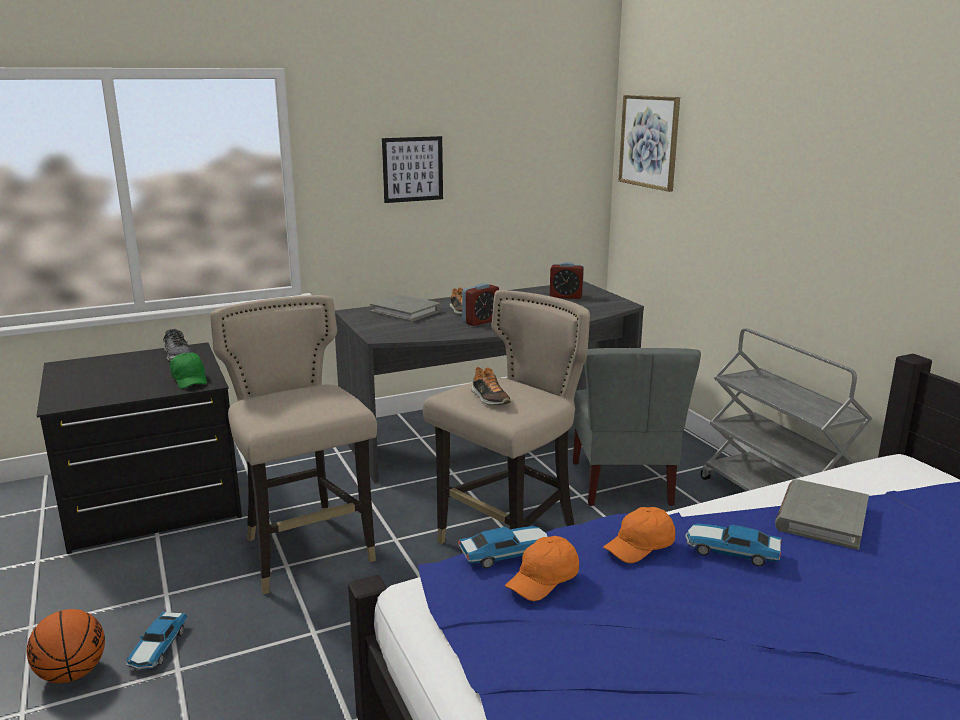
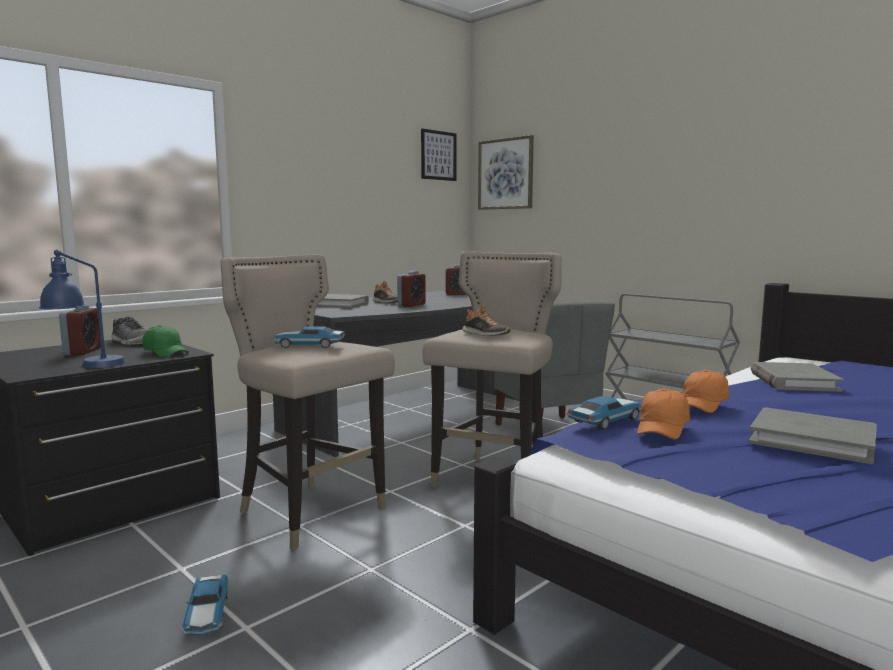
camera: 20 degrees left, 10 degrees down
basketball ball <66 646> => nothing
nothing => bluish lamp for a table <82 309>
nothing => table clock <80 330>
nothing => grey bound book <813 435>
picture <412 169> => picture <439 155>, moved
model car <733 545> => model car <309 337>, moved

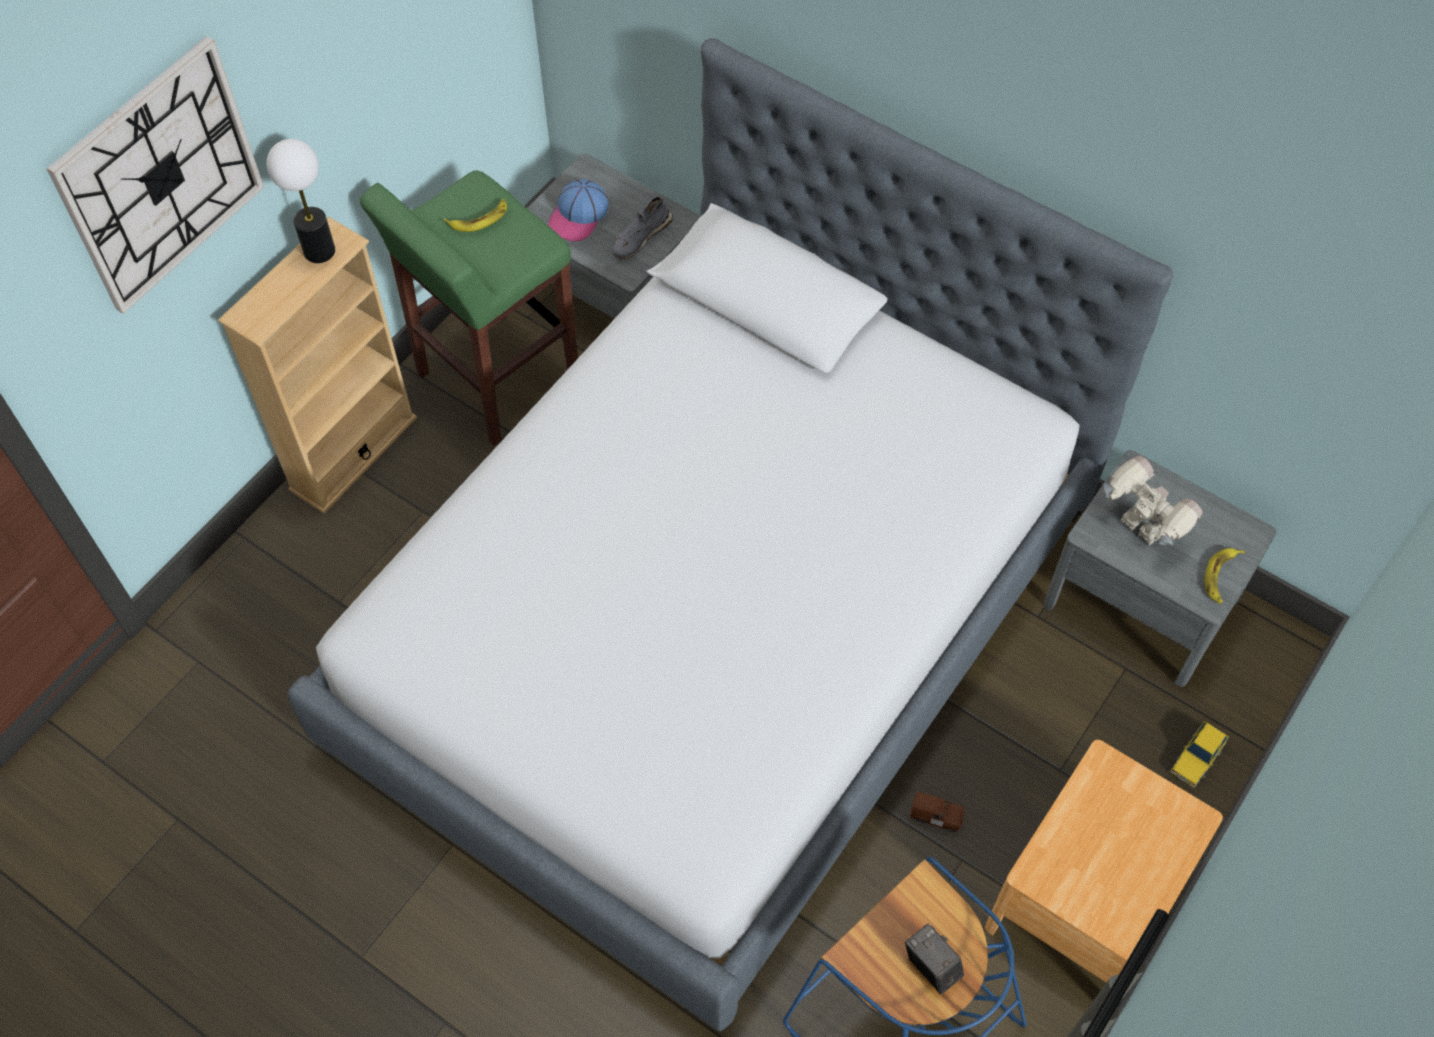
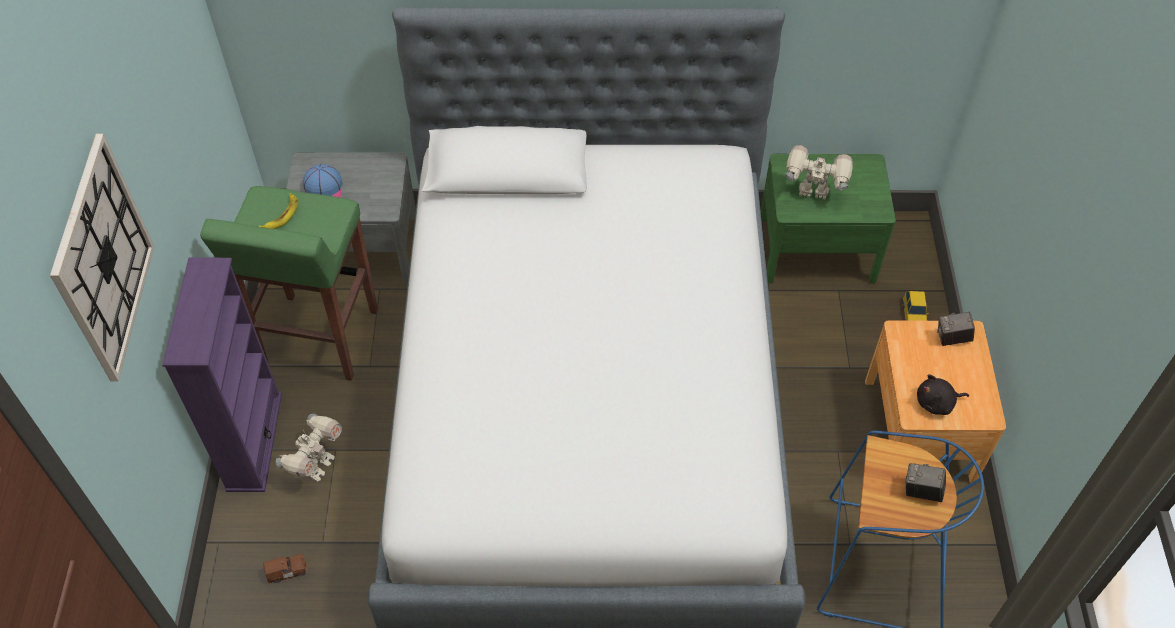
camera: 35 degrees left, 5 degrees down
lamp for a table <300 201> => nothing
grey low shoe <643 228> => nothing
banana fruit <1225 576> => nothing
nothing => toy robot <309 448>
nothing => black-coloured plush toy <943 394>
nothing => still camera <956 329>
brown-coloured model car <937 812> => brown-coloured model car <285 569>, moved
beige bookcase <317 365> => purplish bookcase <222 375>
grey nightstand <1160 568> => greenish nightstand <828 219>

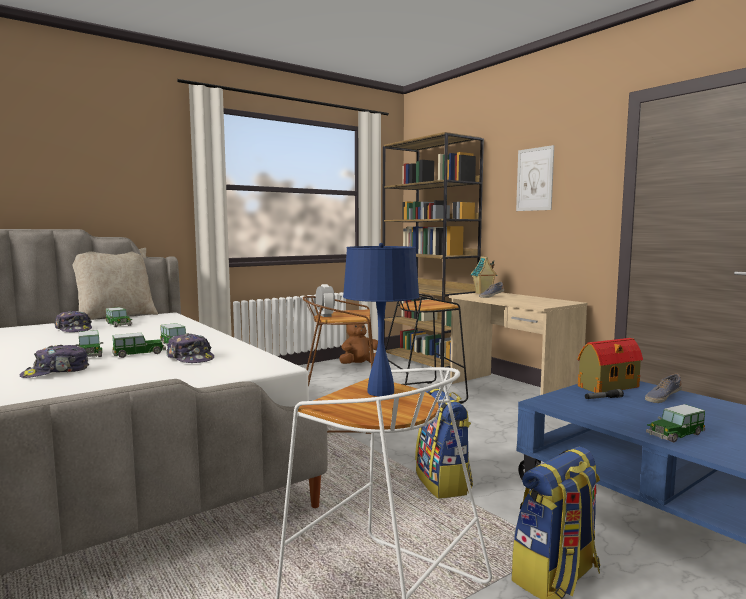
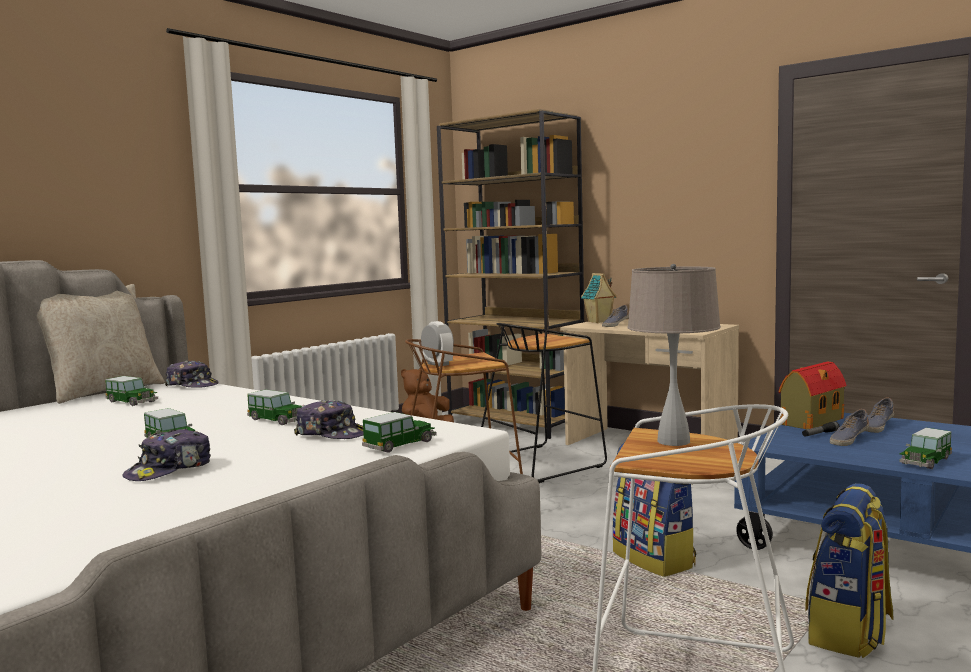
camera: 15 degrees left, 0 degrees up
picture <535 178> => nothing
nothing => low shoe <849 427>
baseball cap <73 321> => baseball cap <192 374>, moved
model car <139 345> => model car <399 432>, moved
bluish lamp for a table <381 319> => beige lamp for a table <674 355>

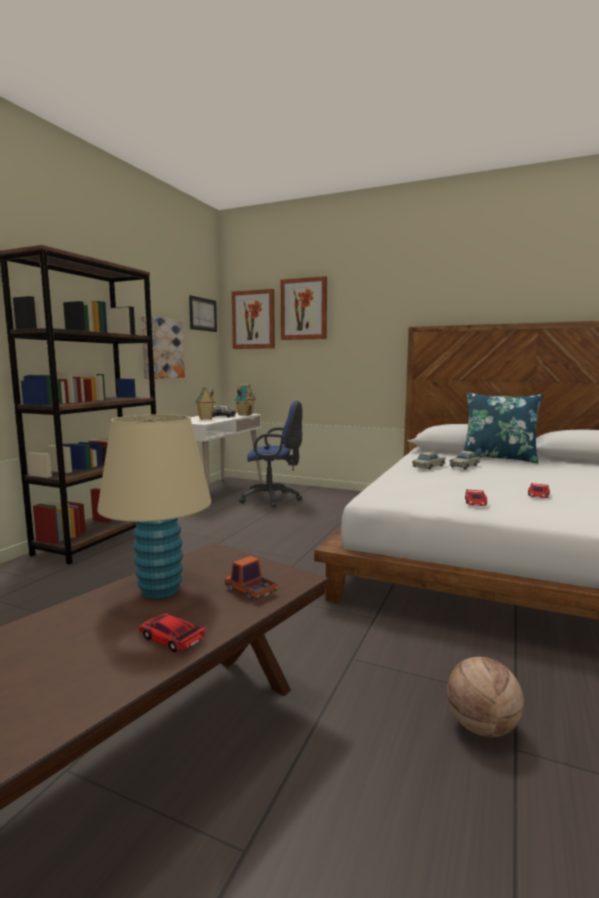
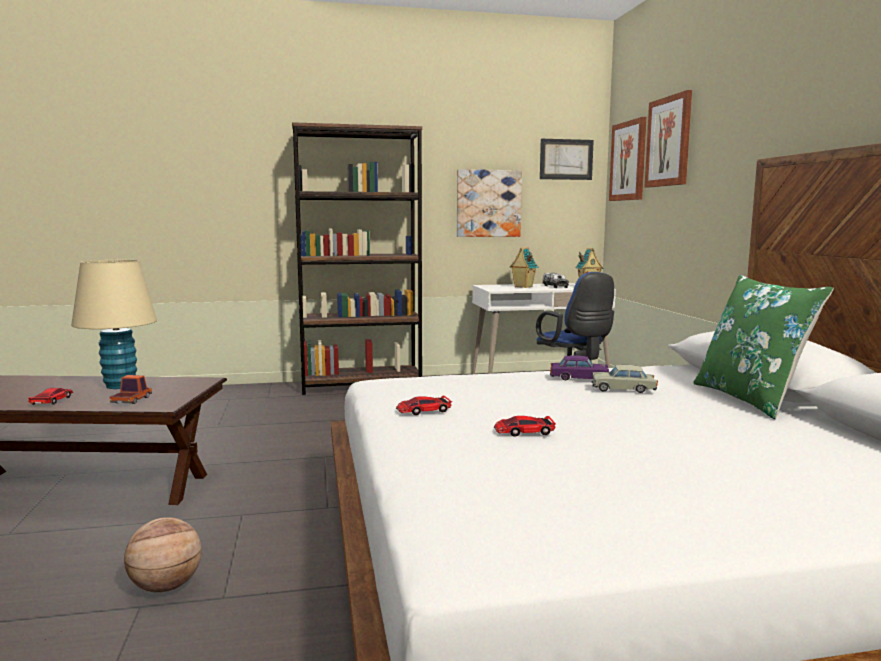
camera: 55 degrees right, 0 degrees up
beige model car <429 460> => purplish model car <579 367>
bluish throw pillow <503 428> => greenish throw pillow <763 347>

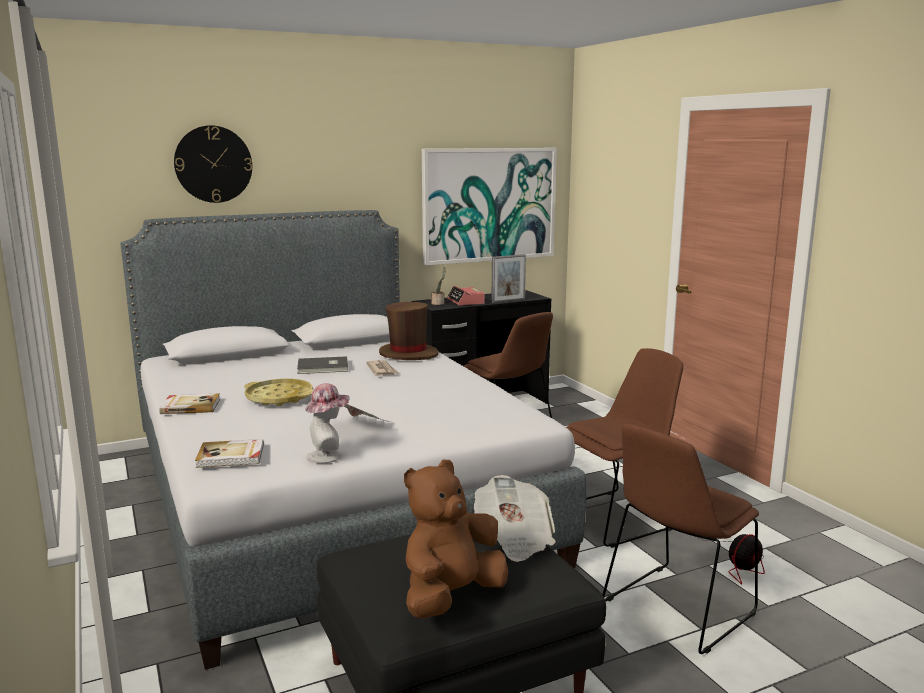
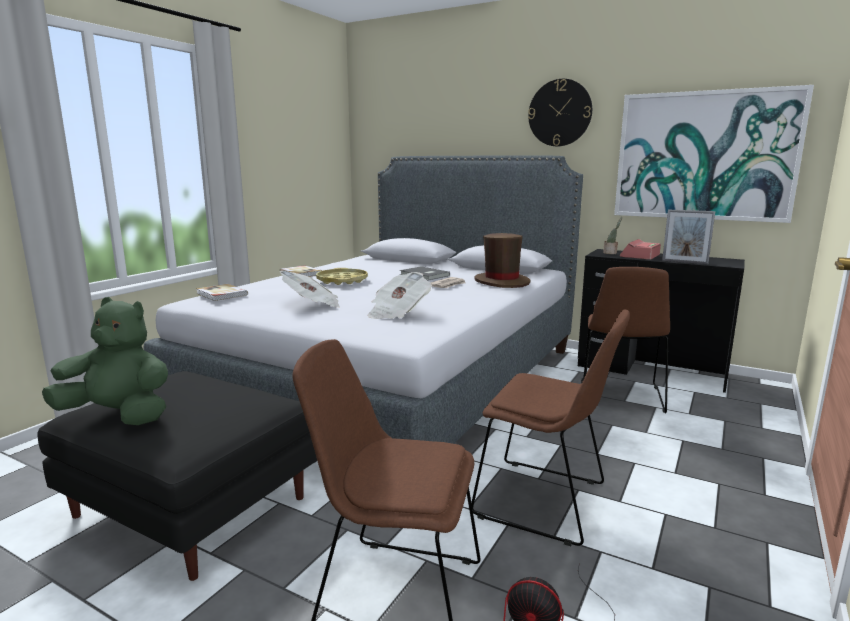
camera: 55 degrees right, 0 degrees up
clothing hat <327 423> => nothing
wall clock <213 164> => wall clock <560 112>, moved
newspaper <515 518> => newspaper <399 295>, moved
brown-coloured plush toy <456 539> => greenish plush toy <105 361>

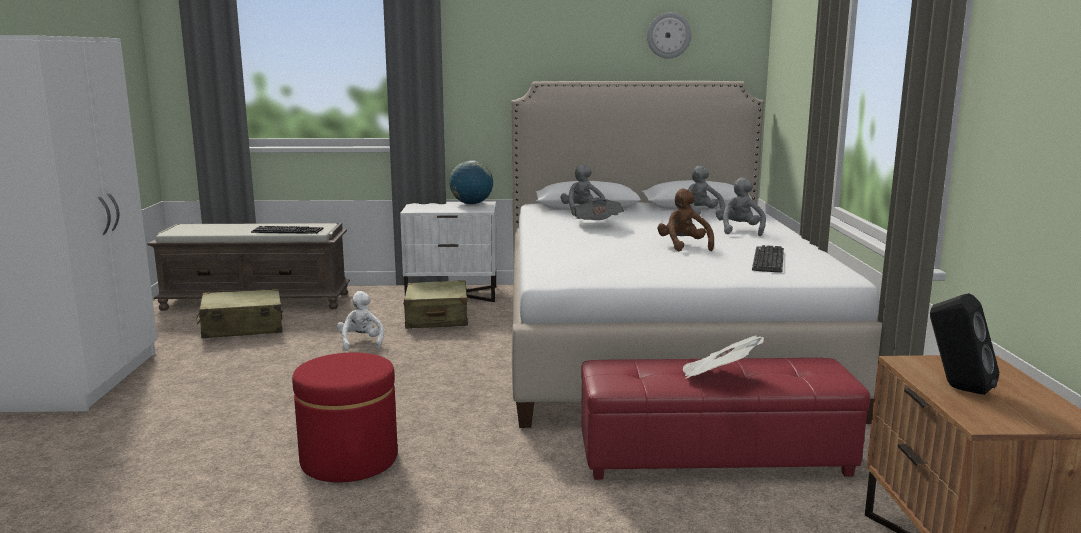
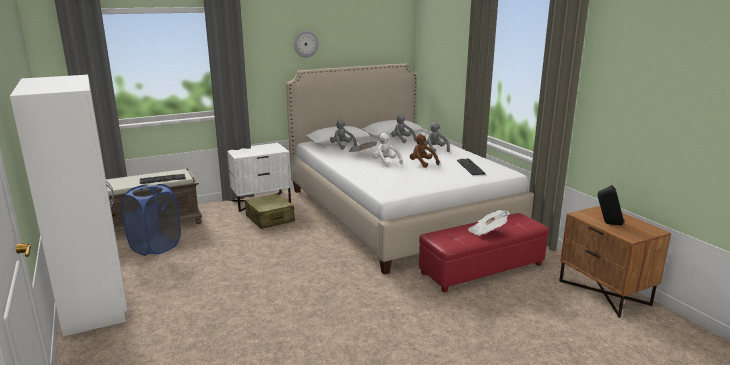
camera: 25 degrees left, 5 degrees up
reddish footrest <345 417> => nothing
world globe <471 182> => nothing
white-coloured plush toy <360 321> => white-coloured plush toy <388 150>, moved
wall clock <669 35> => wall clock <306 44>, moved
beige travel case <239 313> => bluish hamper <151 220>

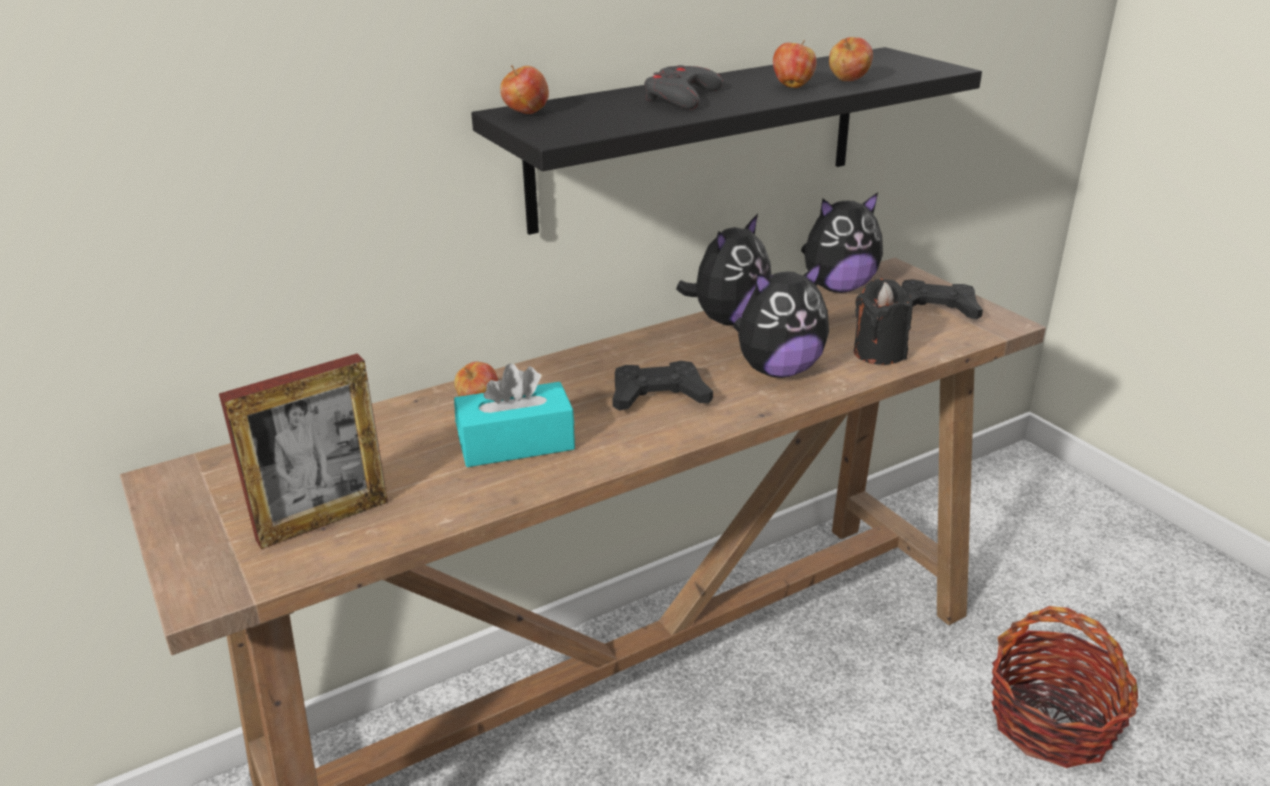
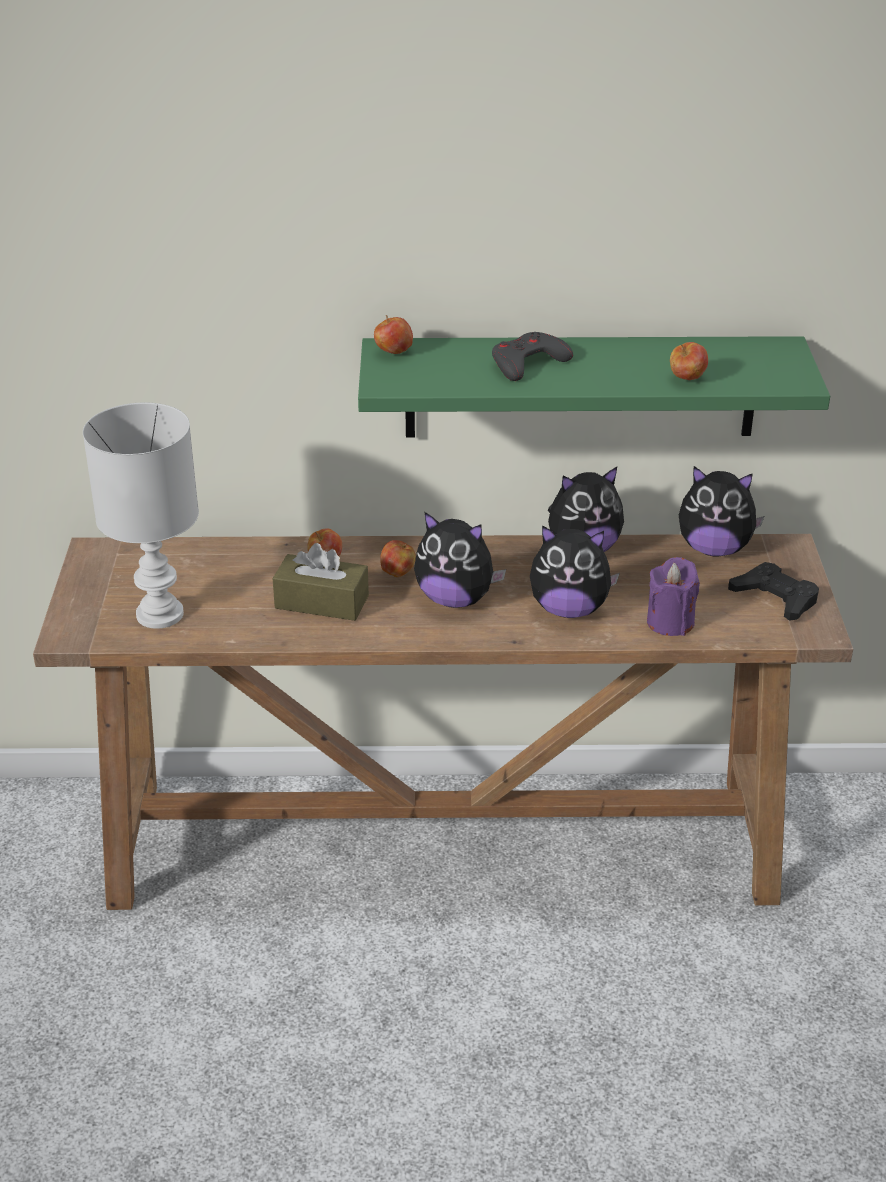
camera: 30 degrees right, 5 degrees up
storage basket <1064 687> => nothing
apple <795 64> => apple <398 558>, moved
photo frame <303 451> => white-coloured lamp for a table <141 516>
black-coloured joypad <662 386> => plush toy <460 560>
turquoise-coloured tissue box <514 415> => brown-coloured tissue box <321 582>
black-coloured wall shelf <726 141> => greenish wall shelf <594 387>
black-coloured wax light <883 322> => purplish wax light <673 596>

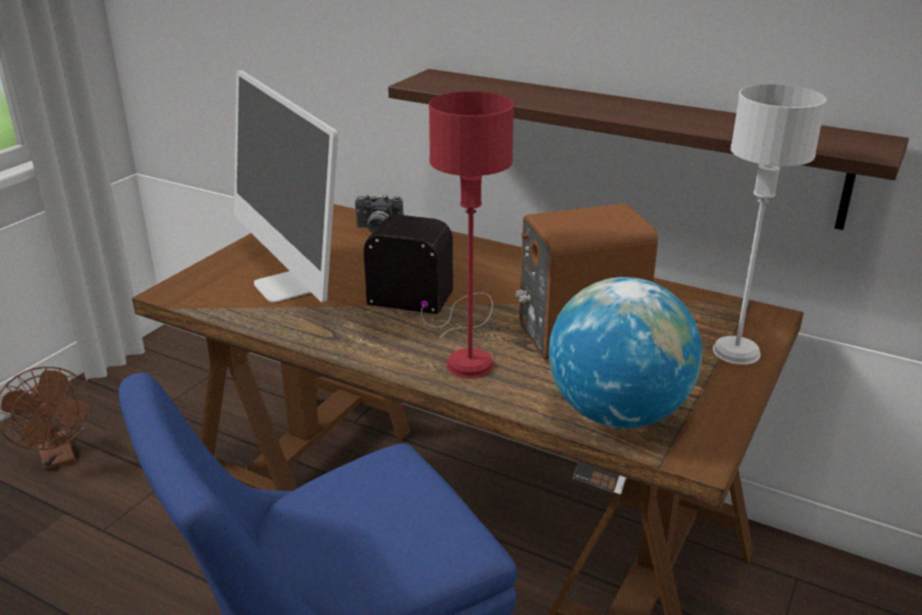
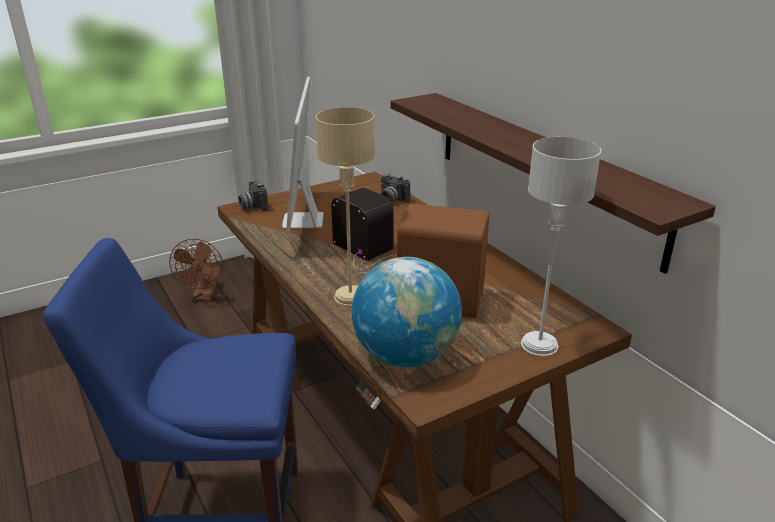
camera: 30 degrees right, 0 degrees up
nothing => still camera <253 196>
reddish lamp for a table <471 235> => beige lamp for a table <345 207>

